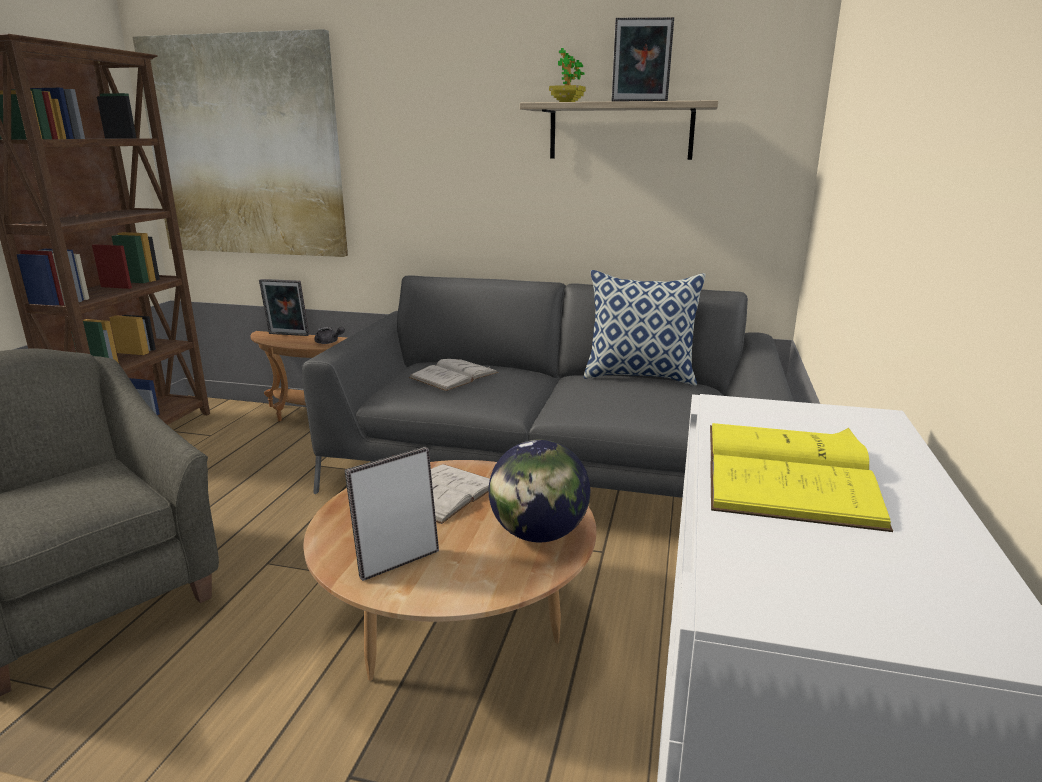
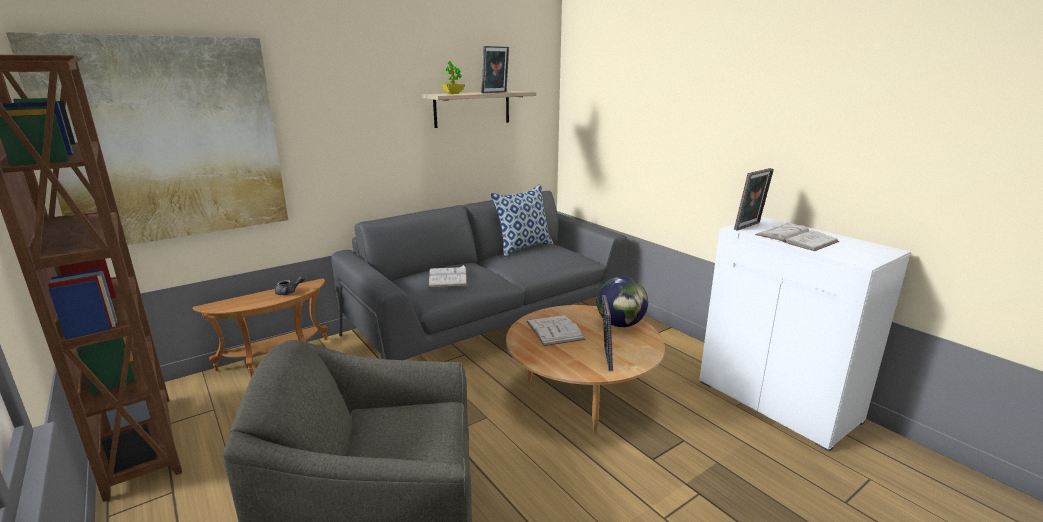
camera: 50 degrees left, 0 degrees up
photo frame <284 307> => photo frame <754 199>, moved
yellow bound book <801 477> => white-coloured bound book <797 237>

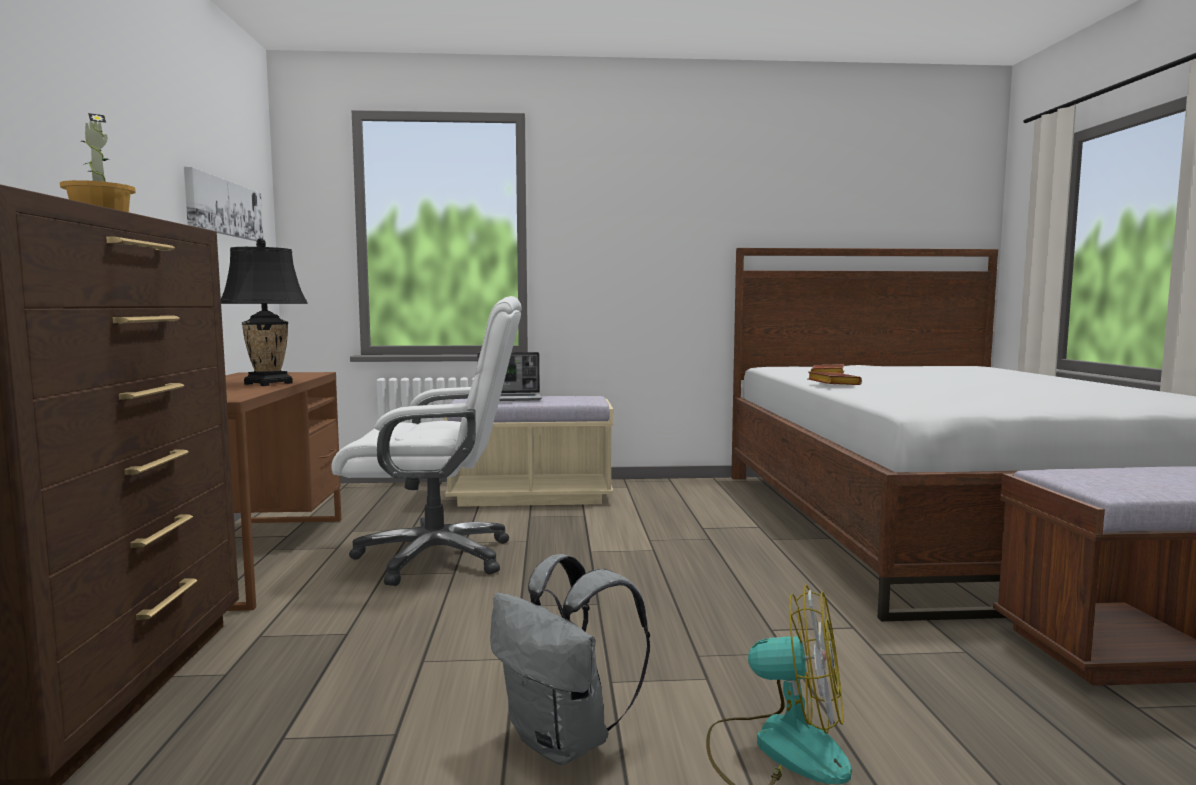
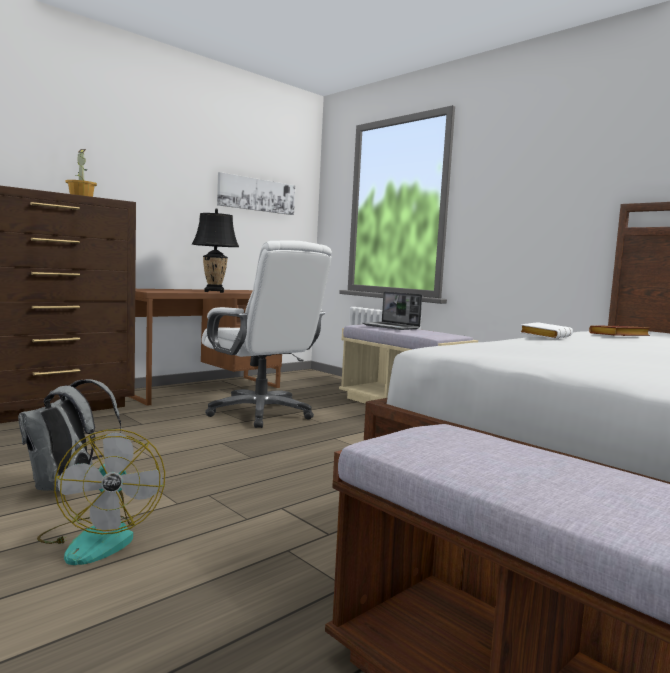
camera: 50 degrees right, 0 degrees up
brown-coloured bound book <835 378> => white-coloured bound book <546 330>

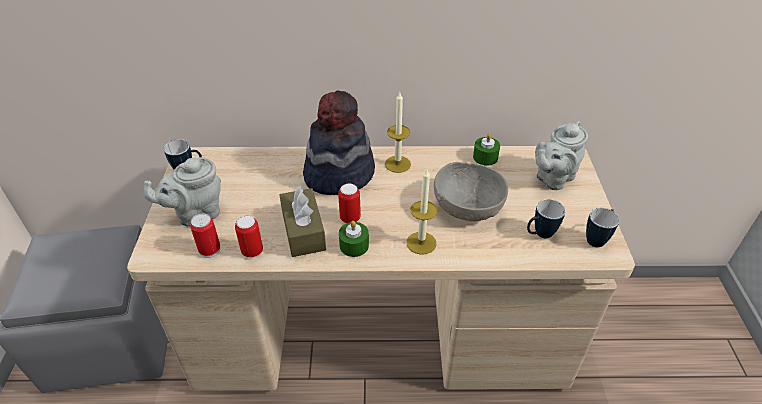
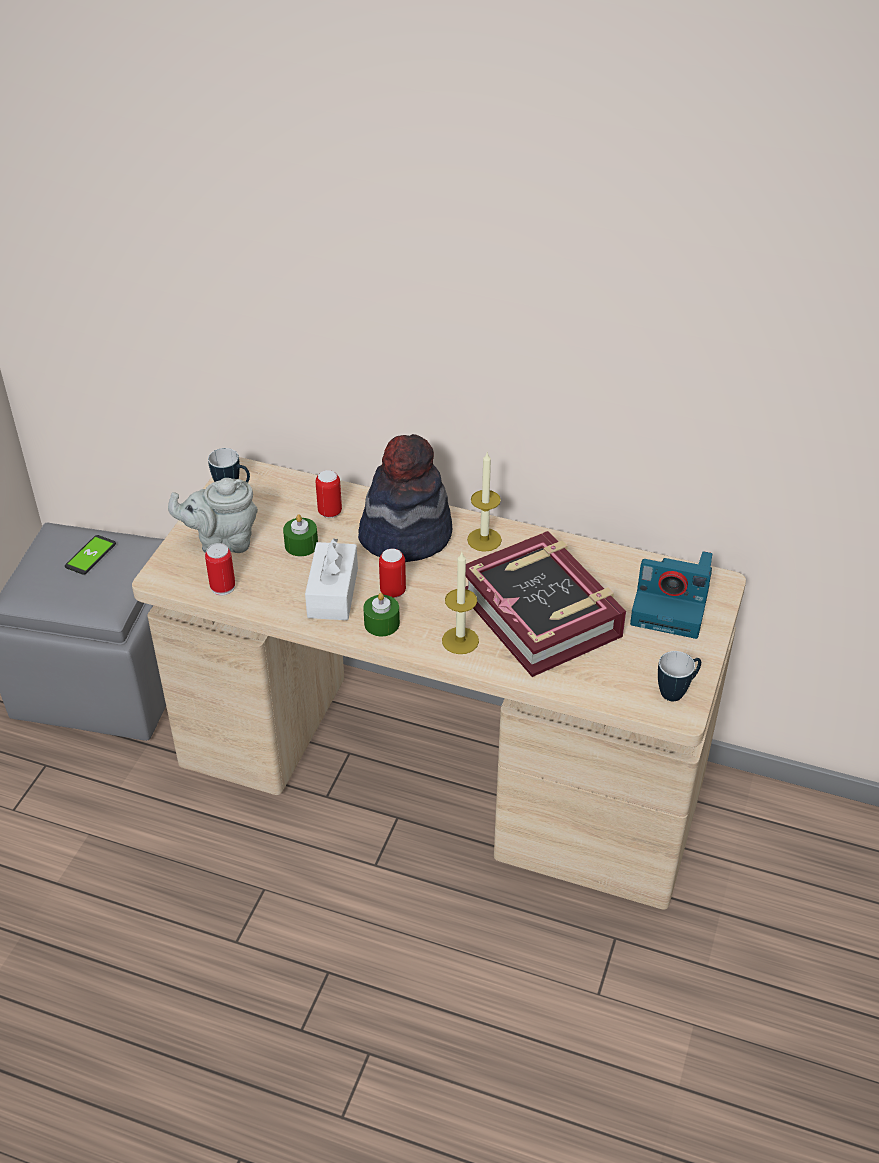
camera: 20 degrees right, 0 degrees up
coffee mug <546 219> => nothing
nothing => telephone <90 555>
metal can <249 237> => metal can <329 494>, moved
greenish wax light <486 149> => greenish wax light <300 535>, moved
grey serving bowl <471 191> => bound book <545 604>
grey pot for tea <561 155> => still camera <671 595>
brown-coloured tissue box <303 221> => white-coloured tissue box <331 579>

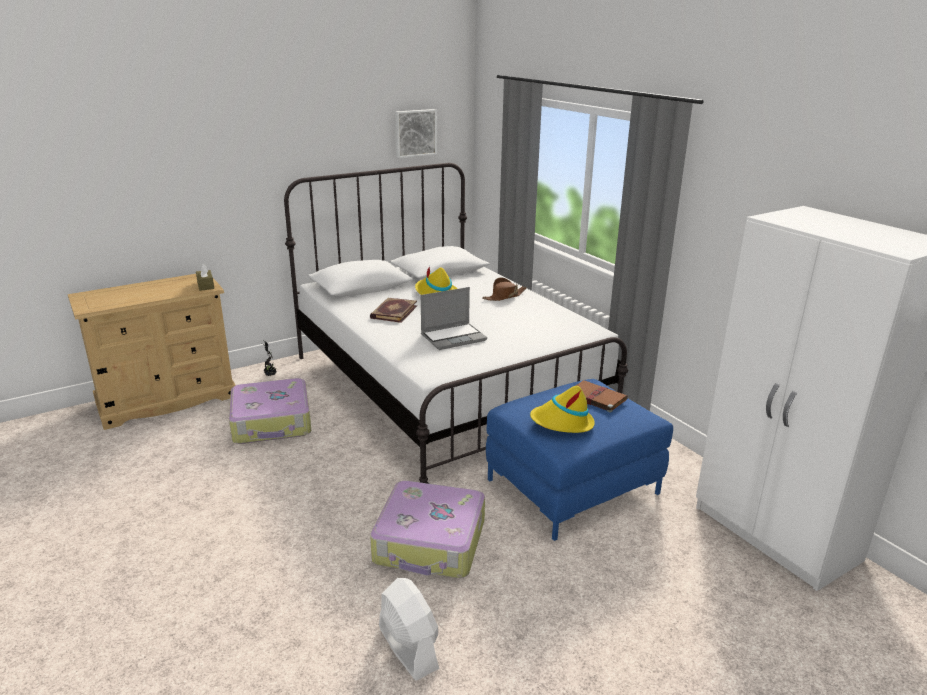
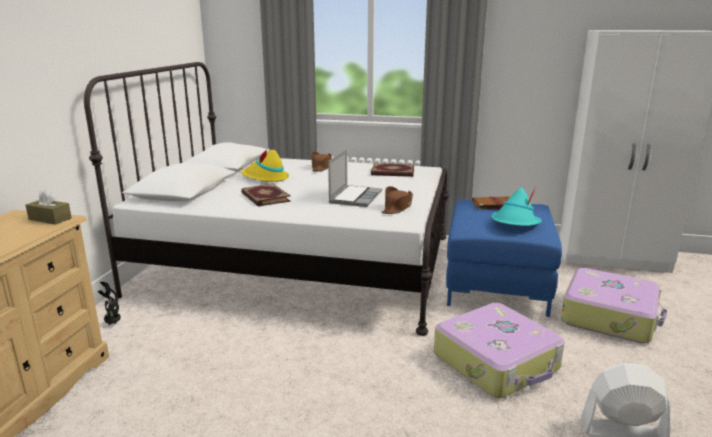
camera: 45 degrees left, 5 degrees down
picture <416 133> => nothing
nothing => bound book <392 170>
nothing => brown-coloured clothing hat <397 200>
travel case <270 411> => travel case <614 305>, moved
yellow clothing hat <562 409> => turquoise-coloured clothing hat <516 206>

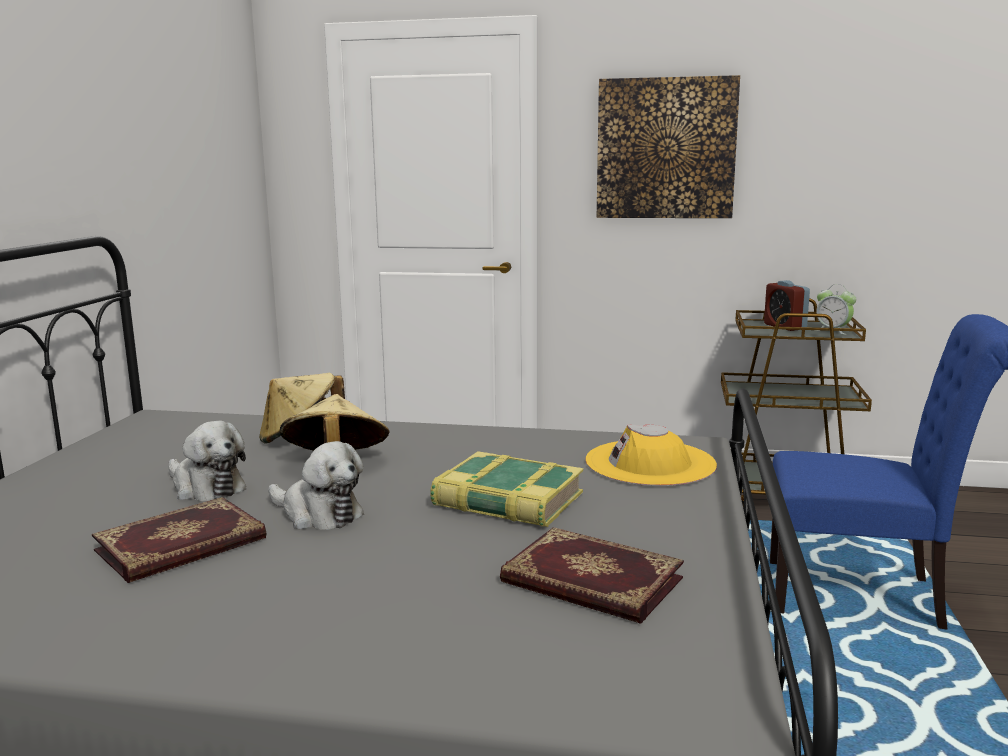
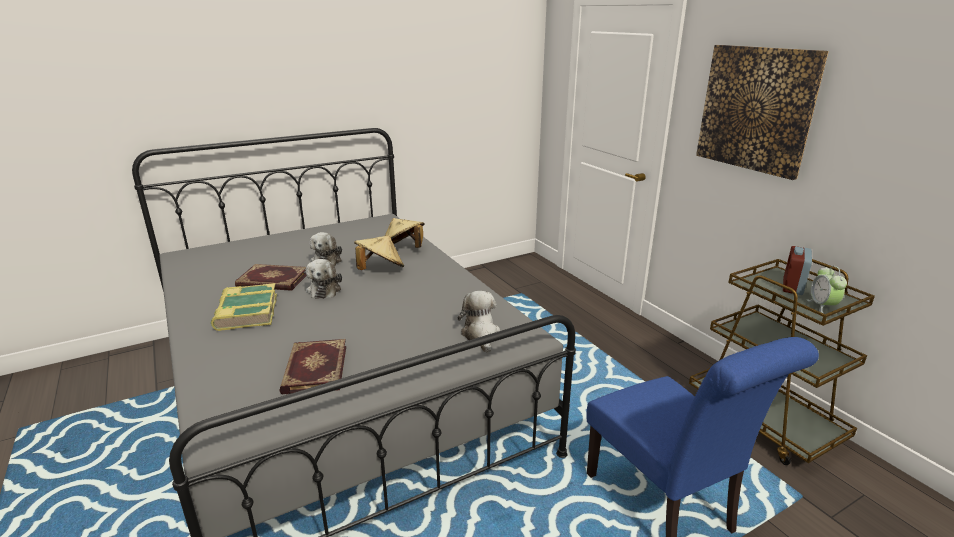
camera: 50 degrees right, 10 degrees up
bound book <507 489> => bound book <244 307>, moved
yellow clothing hat <651 455> => plush toy <479 322>

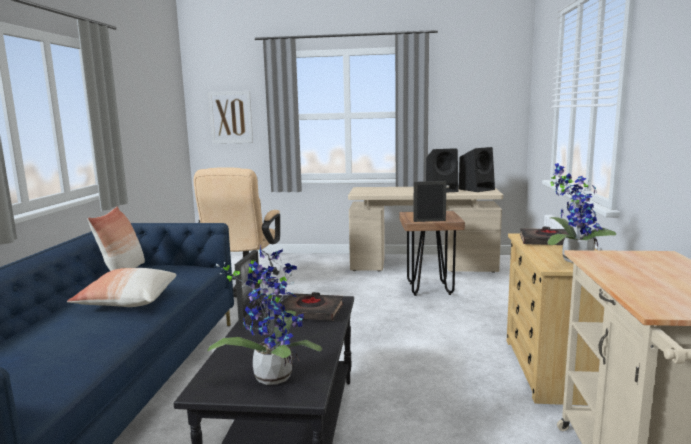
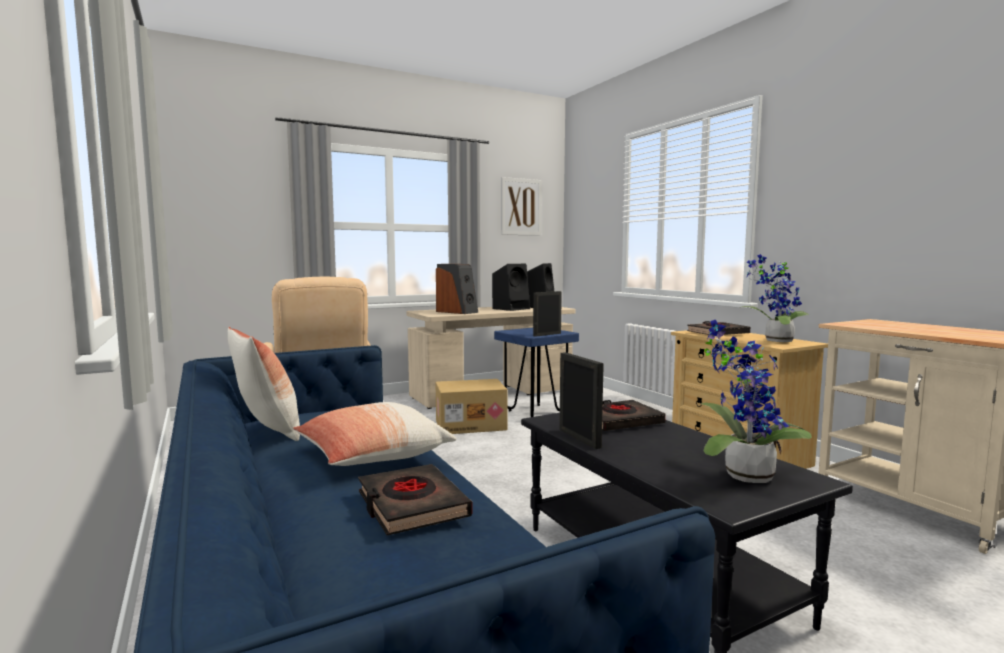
camera: 35 degrees left, 5 degrees down
nothing => black-coloured bound book <415 499>
nothing => carton <471 406>
nothing => audio speaker <457 289>
picture <230 117> => picture <521 206>, moved
brown-coloured sitting stool <432 253> => bluish sitting stool <536 372>

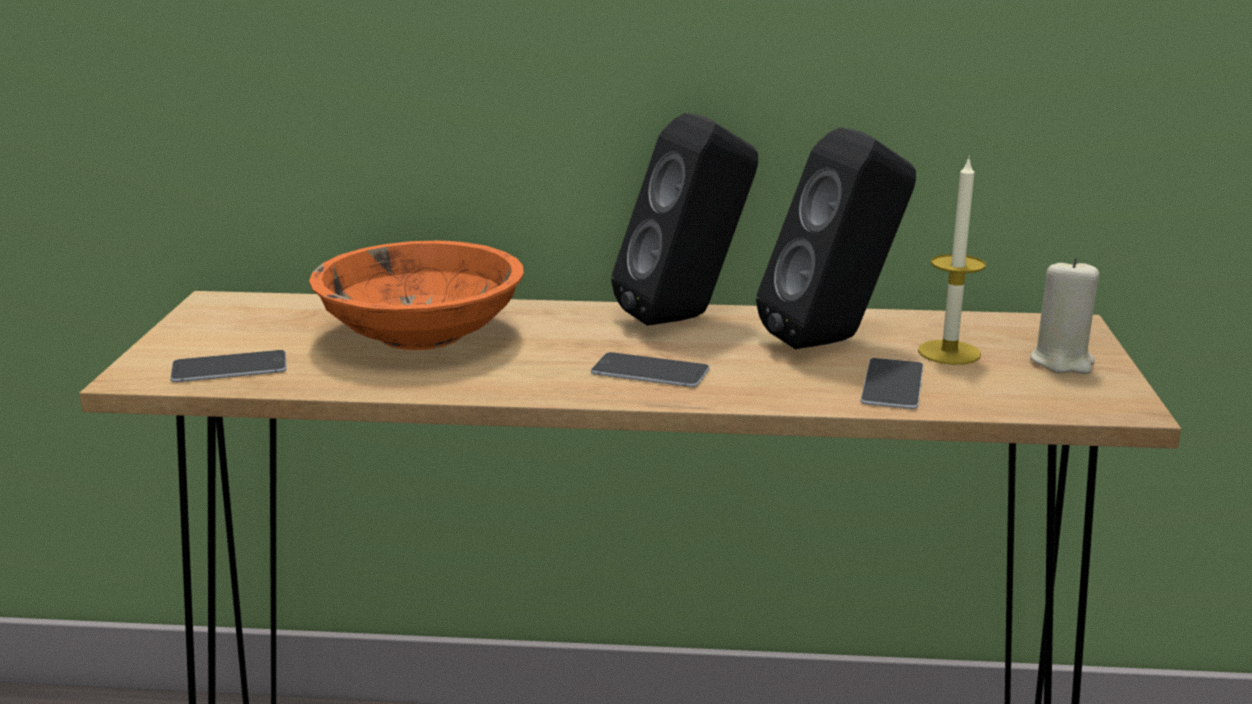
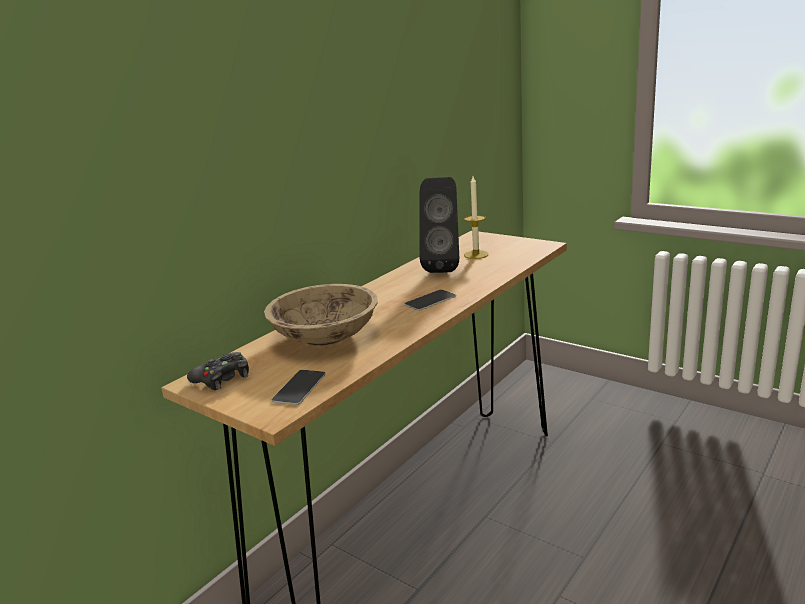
camera: 55 degrees left, 0 degrees up
black-coloured audio speaker <684 219> => nothing
telephone <892 383> => nothing
beige wax light <1064 316> => nothing
nothing => black-coloured joypad <218 371>
orange serving bowl <416 295> => beige serving bowl <321 315>

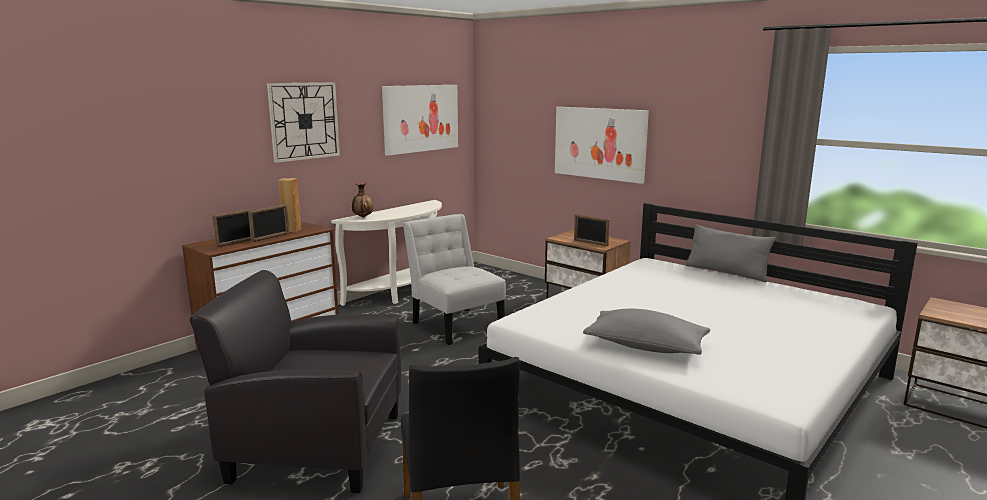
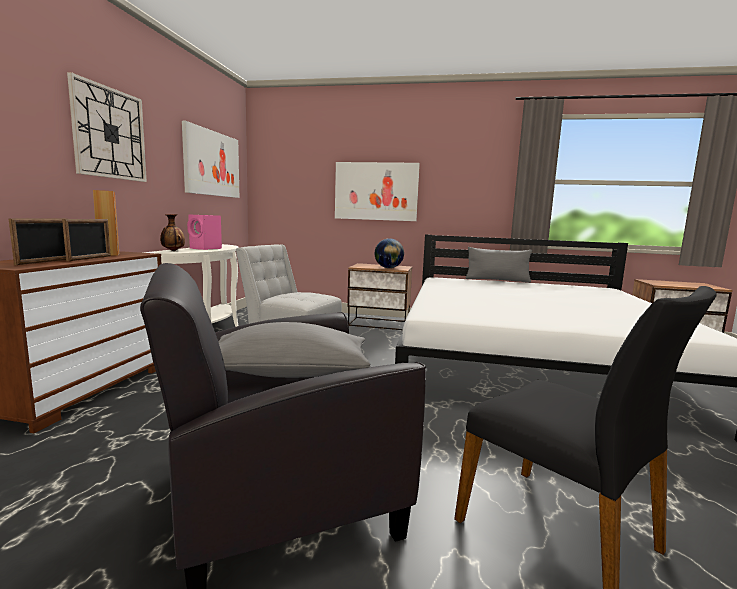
camera: 30 degrees left, 5 degrees down
nothing => pinkish audio speaker <204 232>
grey throw pillow <646 332> => grey throw pillow <294 350>, moved
photo frame <592 230> => world globe <389 253>

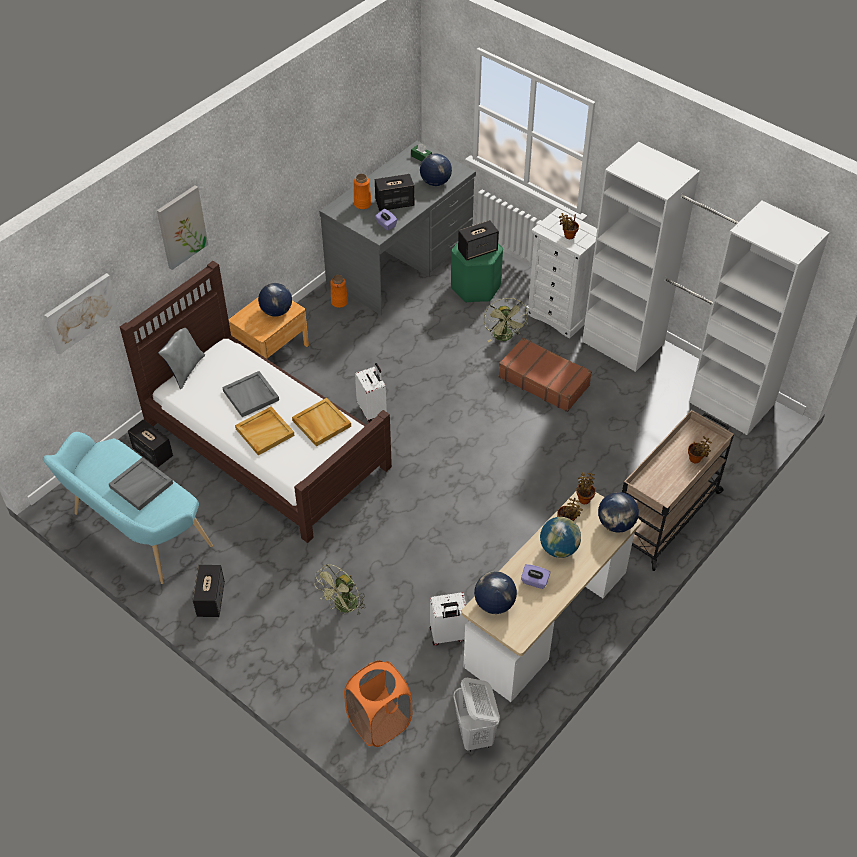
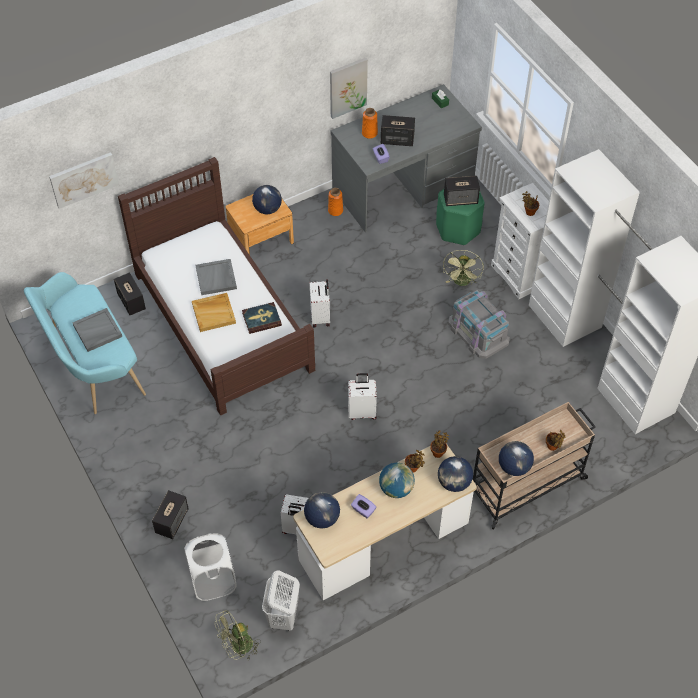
camera: 20 degrees right, 5 degrees up
grey throw pillow <181 358> => nothing
nothing => white-coloured travel case <362 396>
picture <182 227> => picture <349 88>, moved
audio speaker <209 591> => audio speaker <170 514>, moved
greenish fan <339 589> => greenish fan <237 635>, moved
world globe <436 169> => world globe <516 458>, moved
beige carrying tray <321 422> => bound book <262 318>
brown-coloured travel case <545 375> => grey storage container <479 324>
orange hamper <378 703> => white-coloured hamper <210 567>

